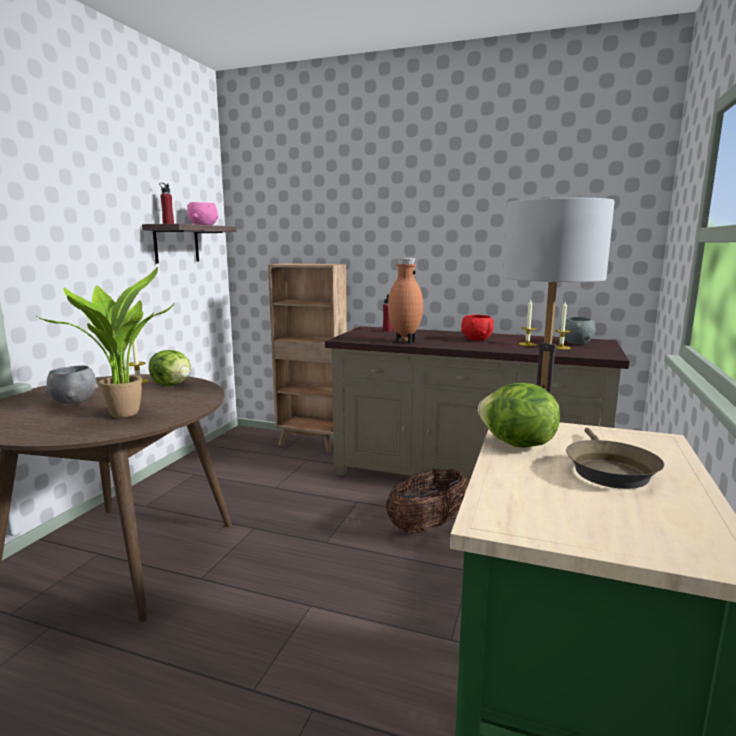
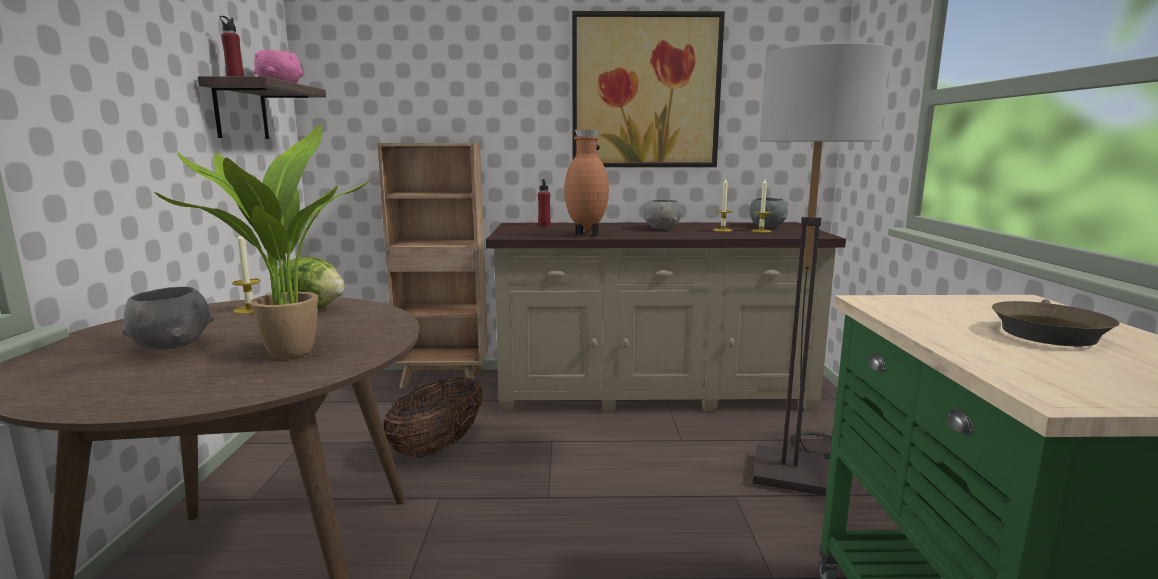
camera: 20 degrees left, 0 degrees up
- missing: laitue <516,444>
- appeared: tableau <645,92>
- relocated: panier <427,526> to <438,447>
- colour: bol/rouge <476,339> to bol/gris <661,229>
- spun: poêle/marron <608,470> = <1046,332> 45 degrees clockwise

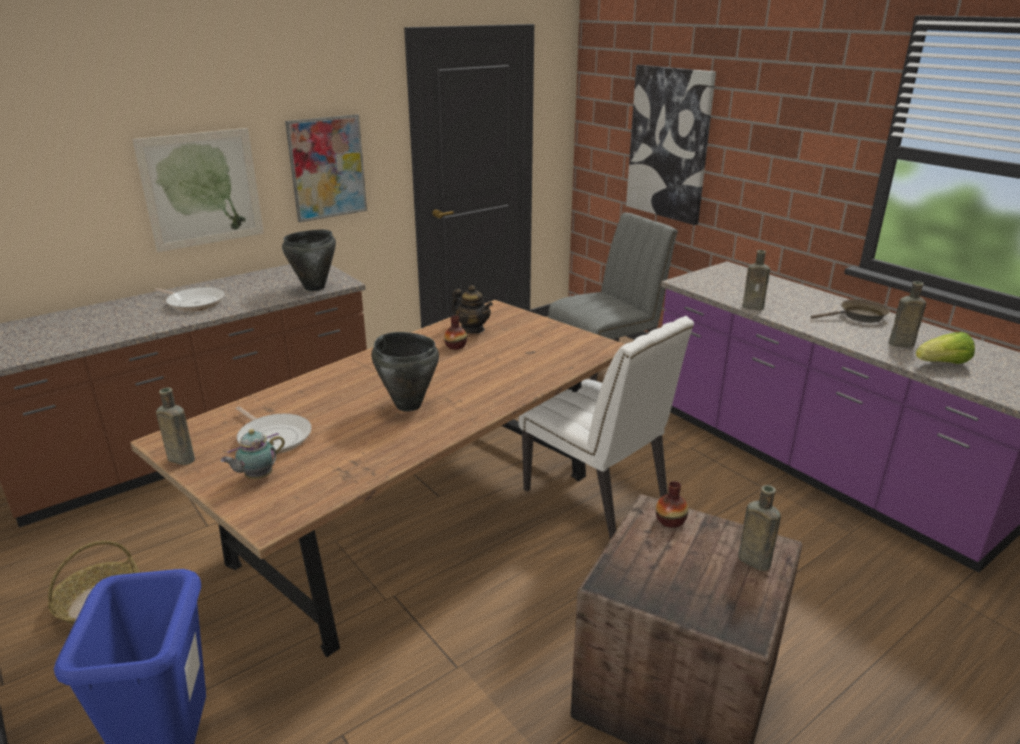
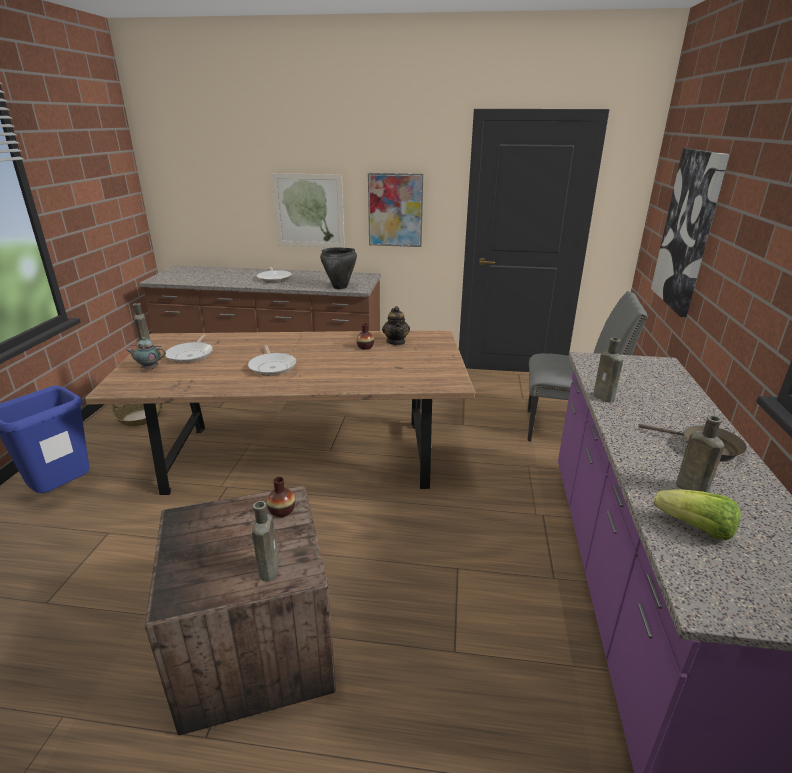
camera: 45 degrees right, 0 degrees up
- missing: chaise/blanc <594,495>
- exchanged: marmite/noir <408,405> to poêle <272,366>

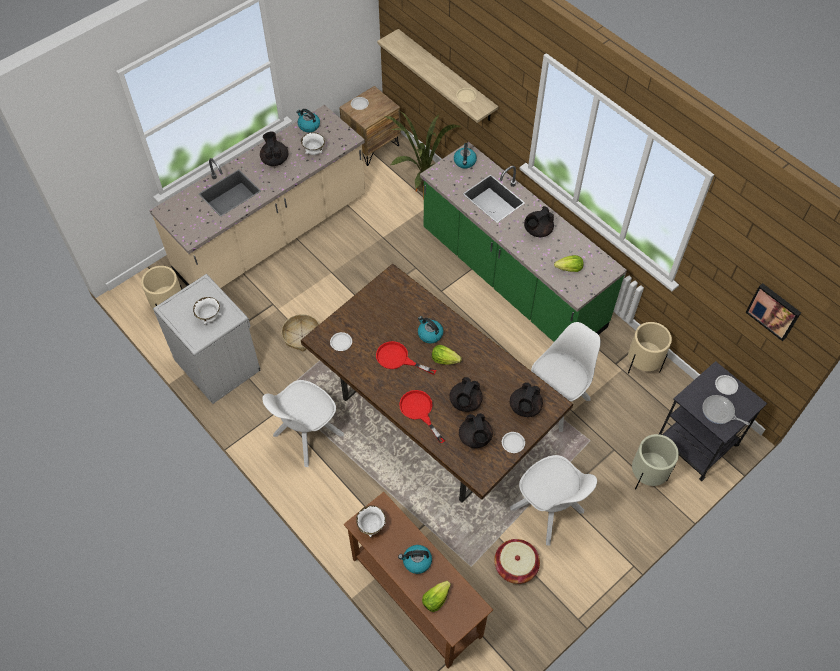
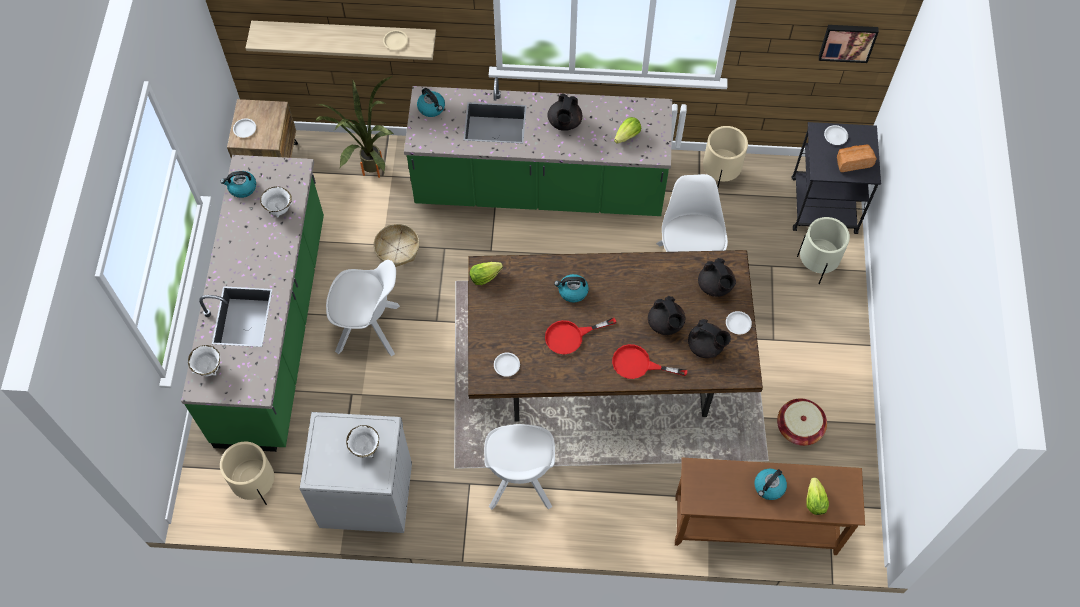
camera: 45 degrees left, 5 degrees up
- missing: théière/noir <275,160>
- relocated: panier <301,336> to <397,249>
- relocated: bol/blanc <371,527> to <209,369>
- relocated: laitue <444,359> to <484,276>
- relocated: chaise/blanc <548,511> to <369,329>
- exchanged: poêle <719,412> to pain <853,162>
- colour: comptoir de cuisine/beige <272,235> to comptoir de cuisine/vert <274,330>

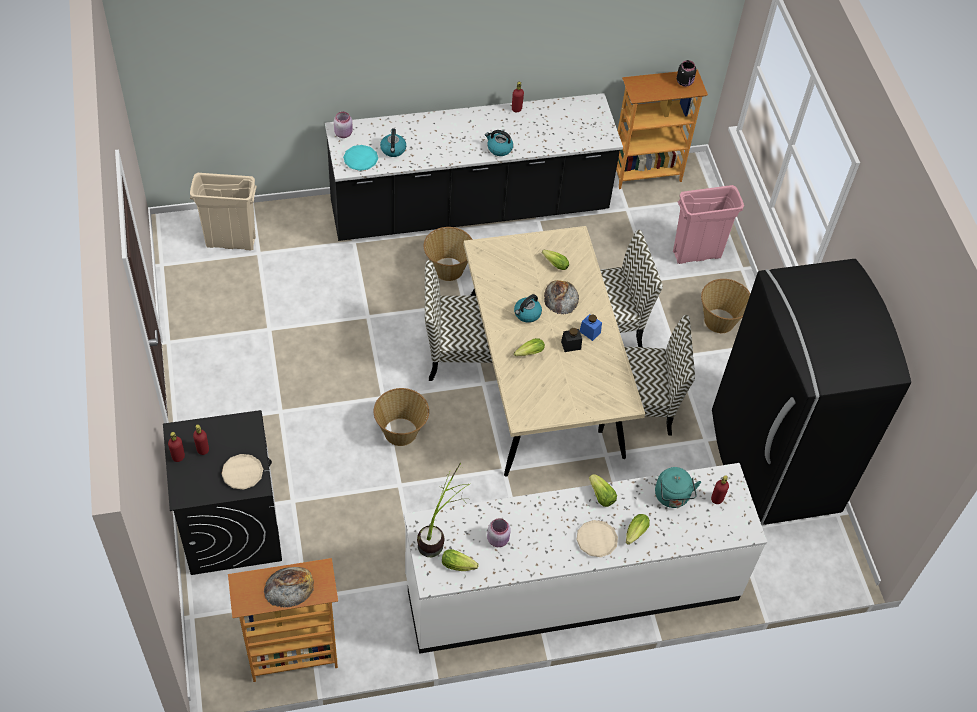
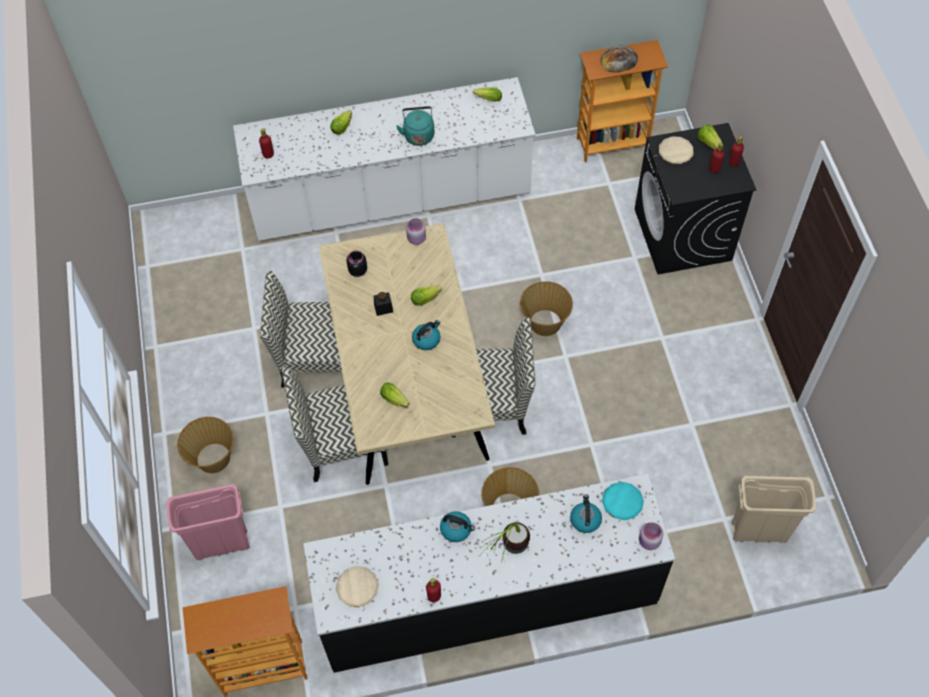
camera: 175 degrees left, 5 degrees up
- missing: pain <561,297>
- missing: bocal/bleu <590,332>
- missing: réfrigérateur/noir <772,462>
- relocated: plante en pot <440,534> to <507,554>
- relocated: bocal/rose <498,539> to <416,239>
- relocated: assiette/beige <596,540> to <357,588>
- relocated: laitue <601,496> to <709,143>
- relocated: bouilloire/turquoise <672,497> to <418,134>
- relocated: bocal/noir <685,82> to <357,271>

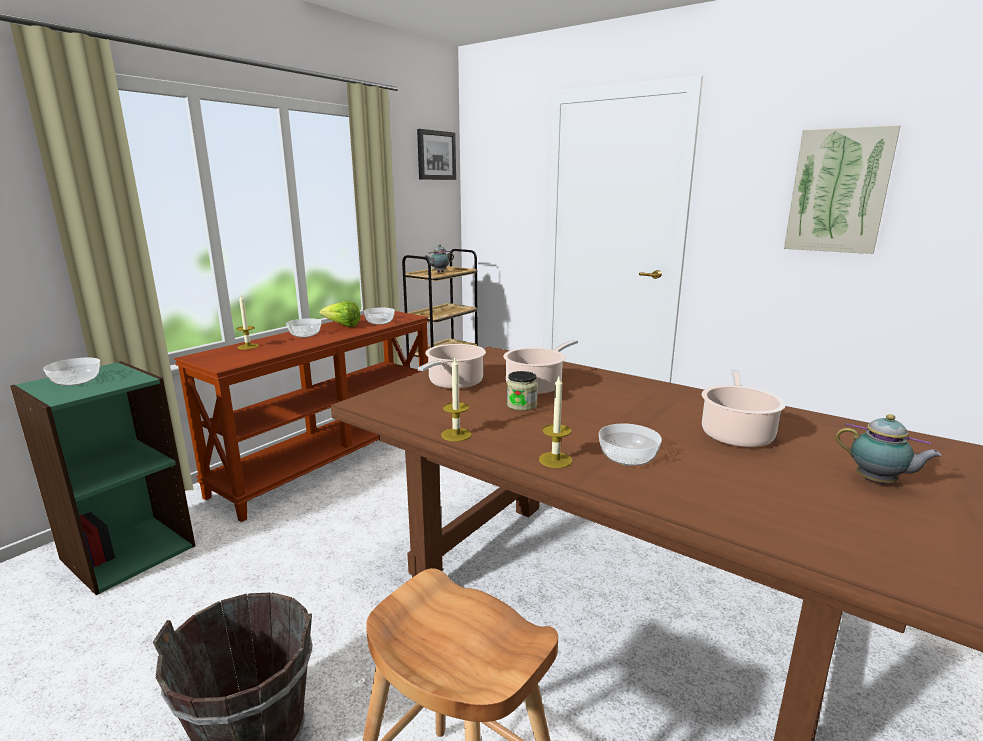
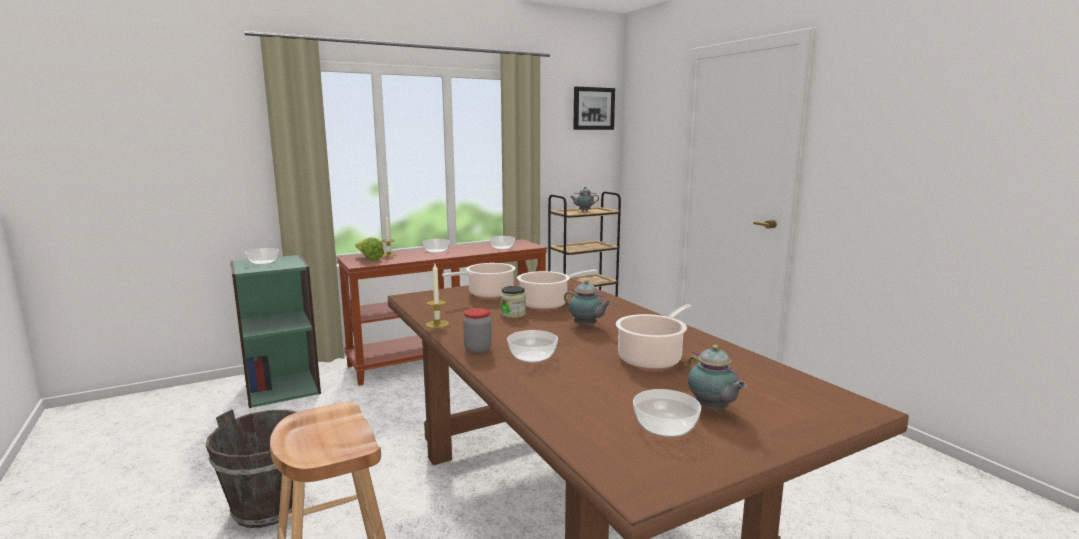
camera: 25 degrees right, 5 degrees down
- missing: tableau <838,191>
- appeared: théière <586,326>
- appeared: bol <664,427>
- relocated: laitue <342,326> to <369,259>
- exchanged: bougie <555,460> to bocal <478,349>

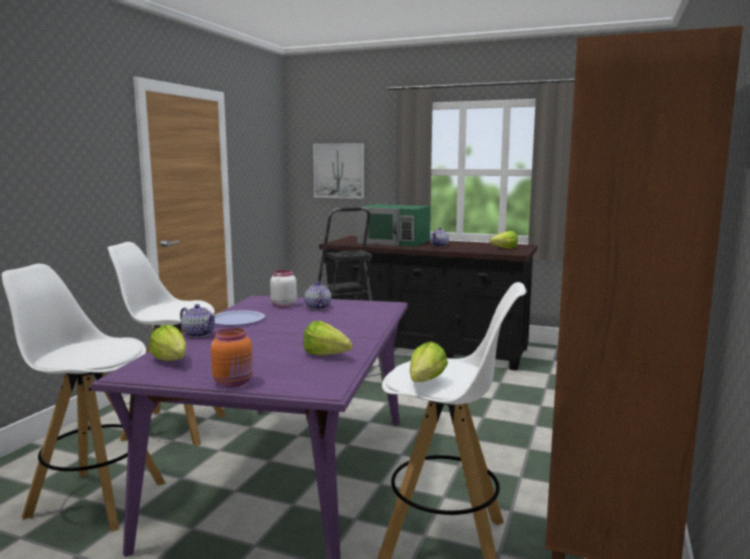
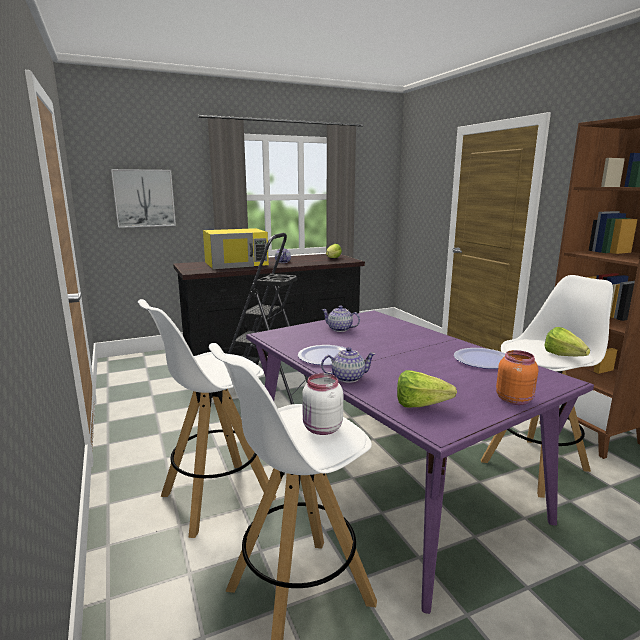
camera: 45 degrees left, 5 degrees up
- relocated: bocal/blanc <283,305> to <321,429>
- exchanged: laitue <329,356> to assiette <483,360>
- colour: micro-ondes/vert <394,241> to micro-ondes/jaune <236,263>

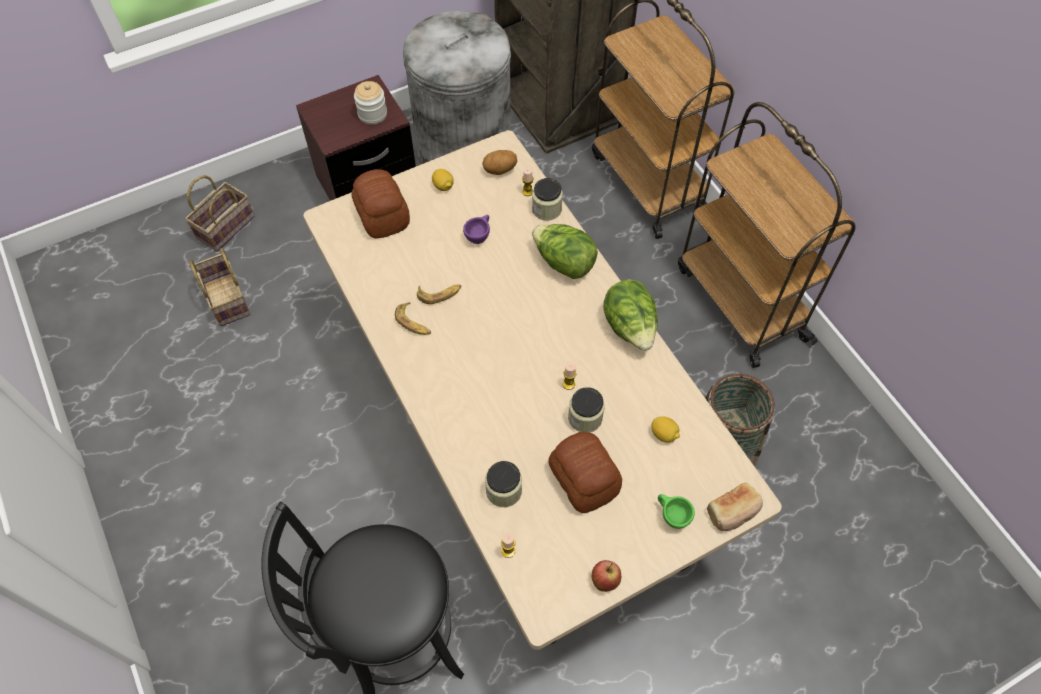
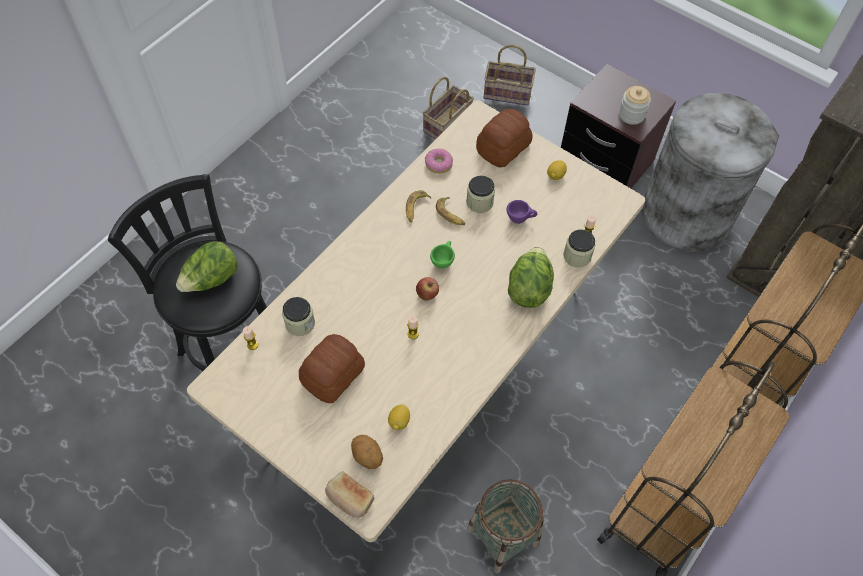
camera: 65 degrees right, 0 degrees up
- appeared: beignet <438,164>
- relocated: pomme de terre <500,170> to <367,456>
- relocated: bocal <585,417> to <479,202>
- relocated: pomme <605,580> to <427,295>
- relocated: laitue <630,327> to <212,279>
- relocated: tasse/vert <671,516> to <443,261>

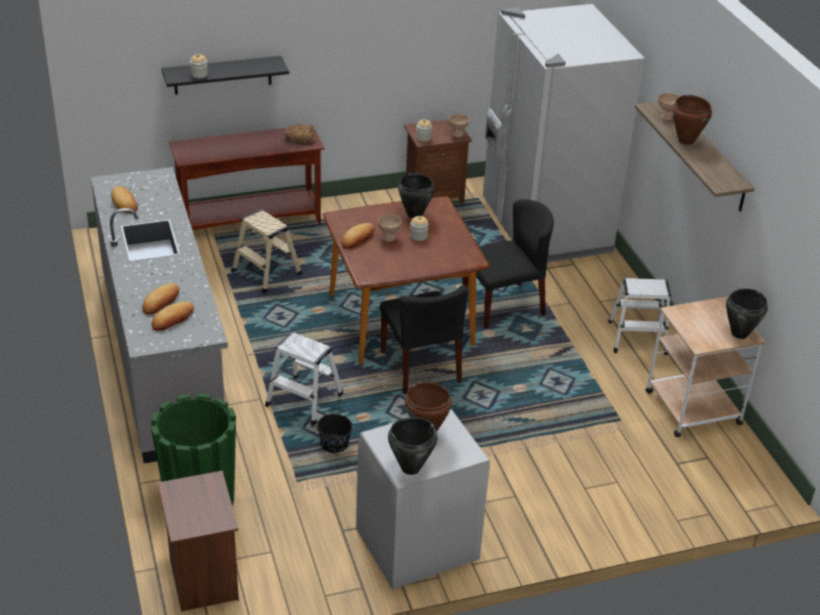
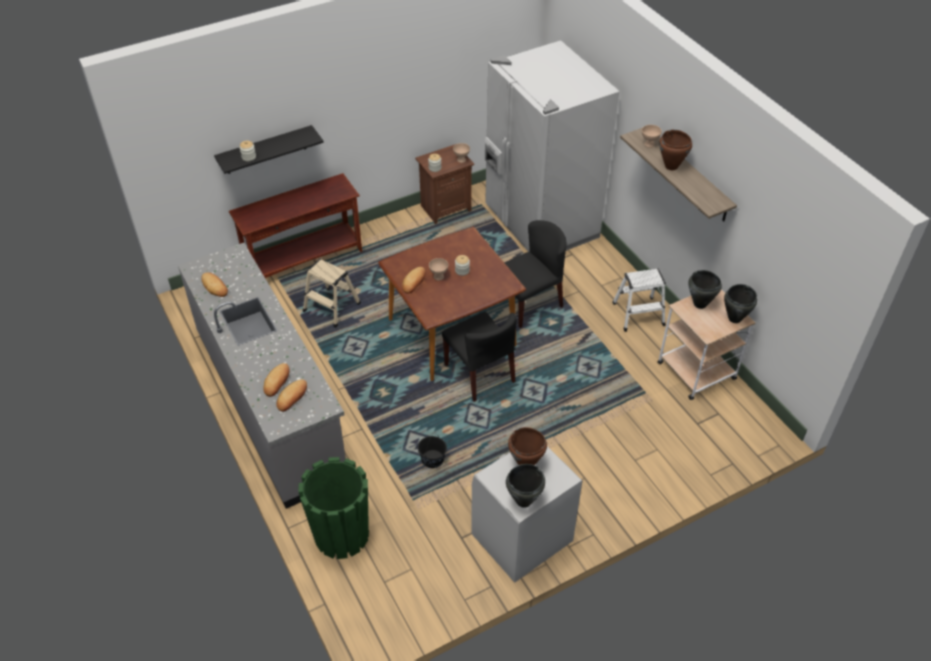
camera: 10 degrees left, 10 degrees up
- missing: table de chevet/marron <202,579>
- missing: escabeau/blanc <304,399>
- missing: pain <300,138>
- relocated: marmite/noir <414,215> to <700,304>

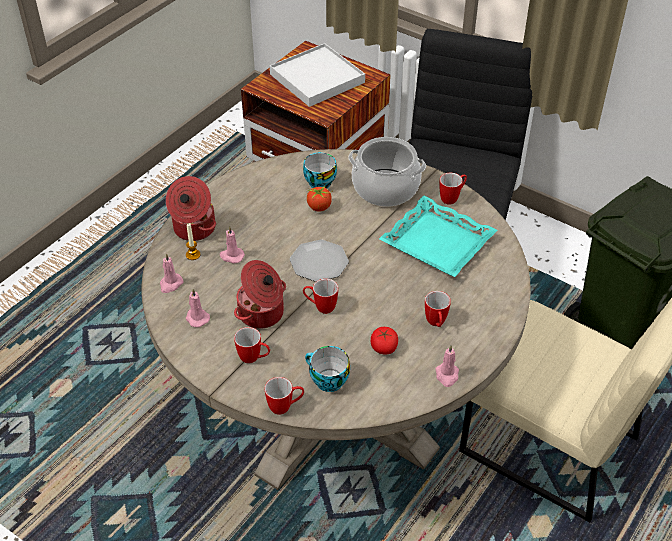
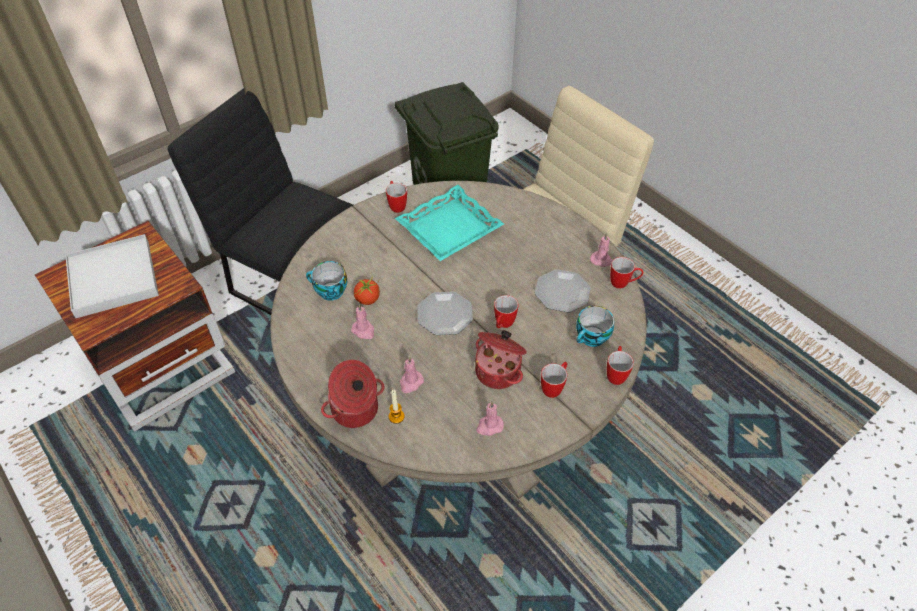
camera: 75 degrees left, 5 degrees up
- missing: marmite <386,188>
- relocated: bougie/rose <170,284> to <364,331>
- relocated: mug <436,324> to <623,283>
- exchanged: tomate <384,347> to assiette <562,292>

